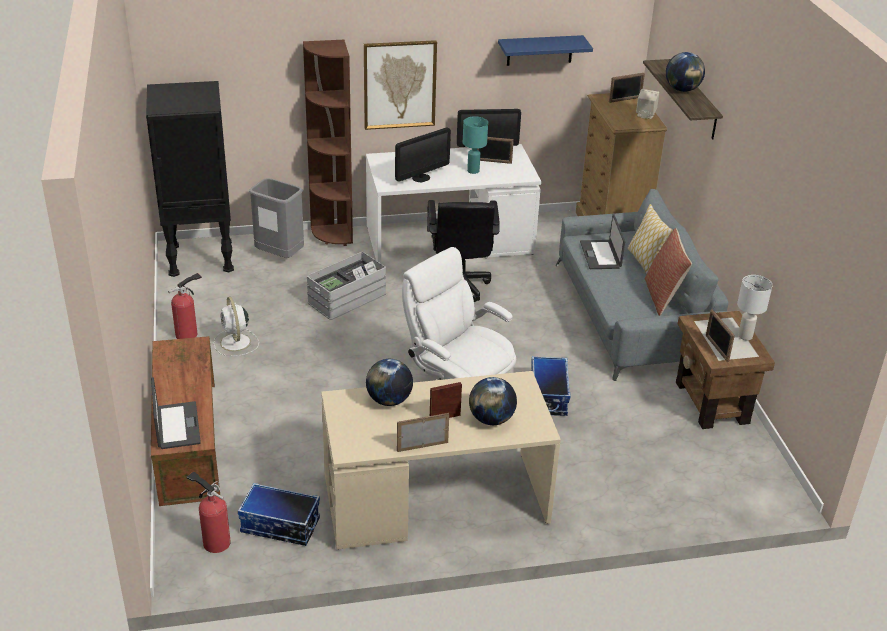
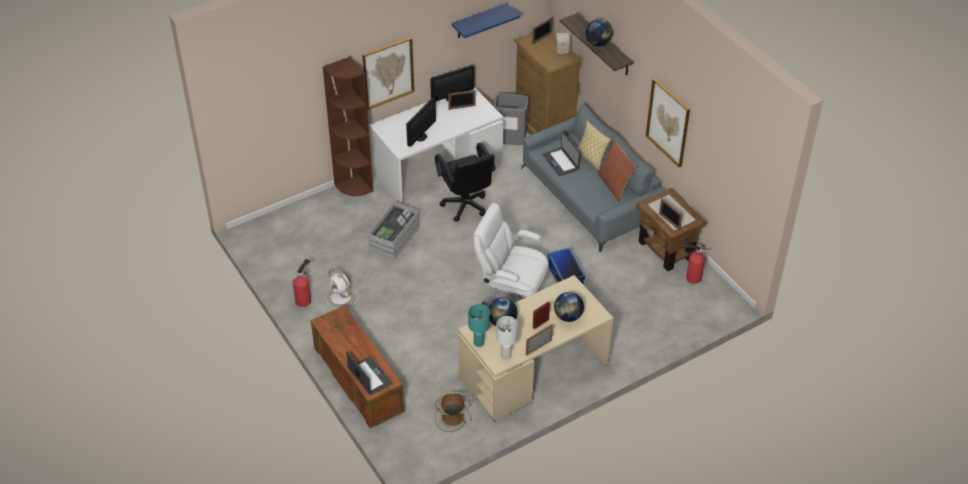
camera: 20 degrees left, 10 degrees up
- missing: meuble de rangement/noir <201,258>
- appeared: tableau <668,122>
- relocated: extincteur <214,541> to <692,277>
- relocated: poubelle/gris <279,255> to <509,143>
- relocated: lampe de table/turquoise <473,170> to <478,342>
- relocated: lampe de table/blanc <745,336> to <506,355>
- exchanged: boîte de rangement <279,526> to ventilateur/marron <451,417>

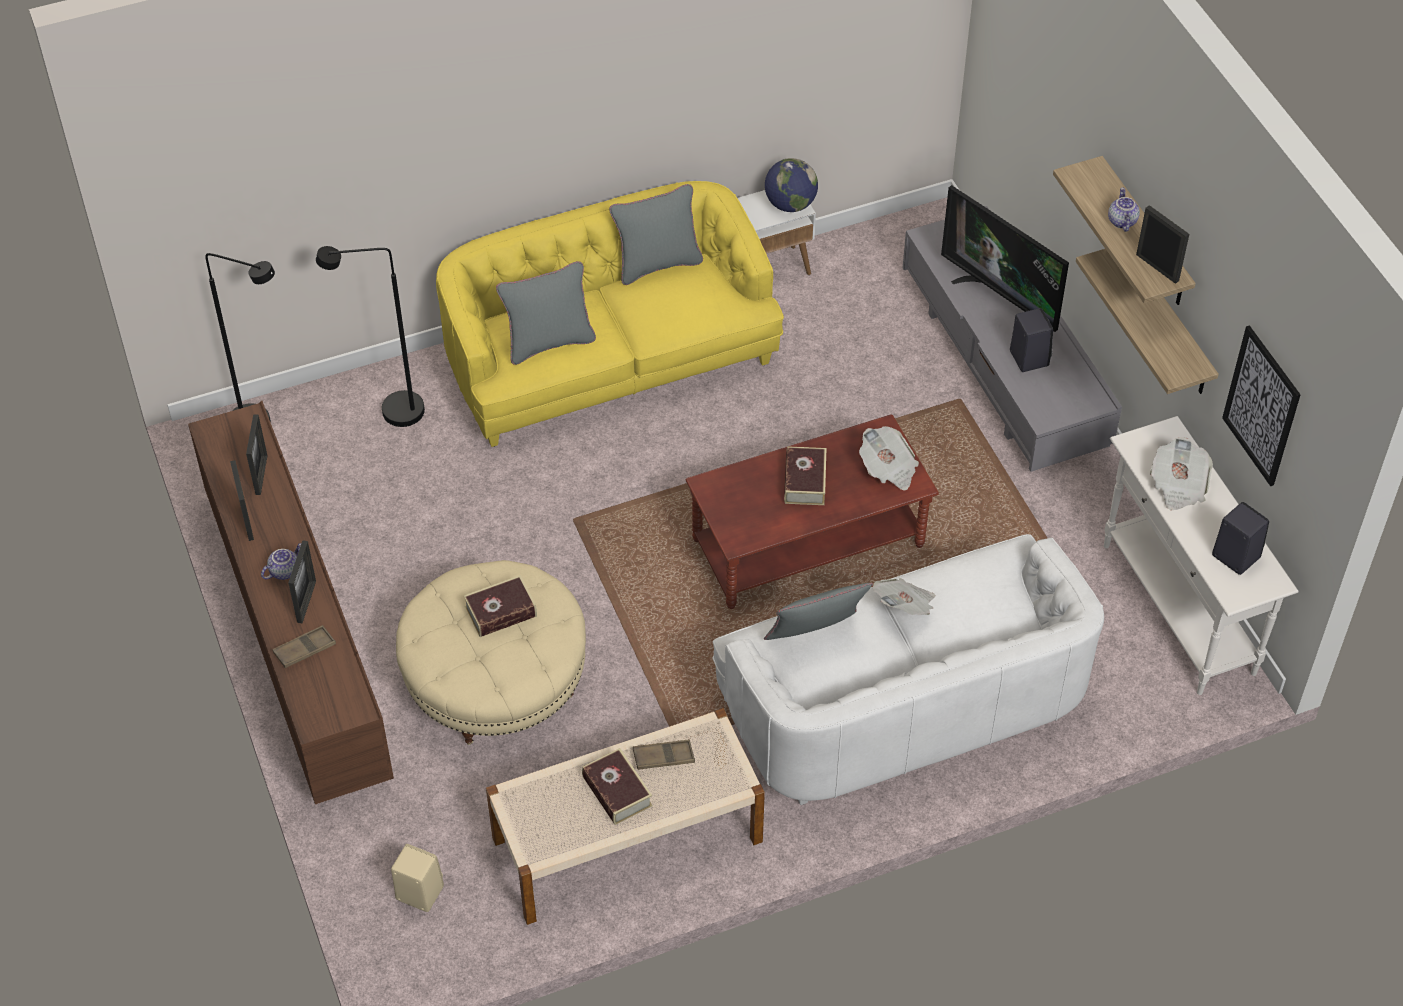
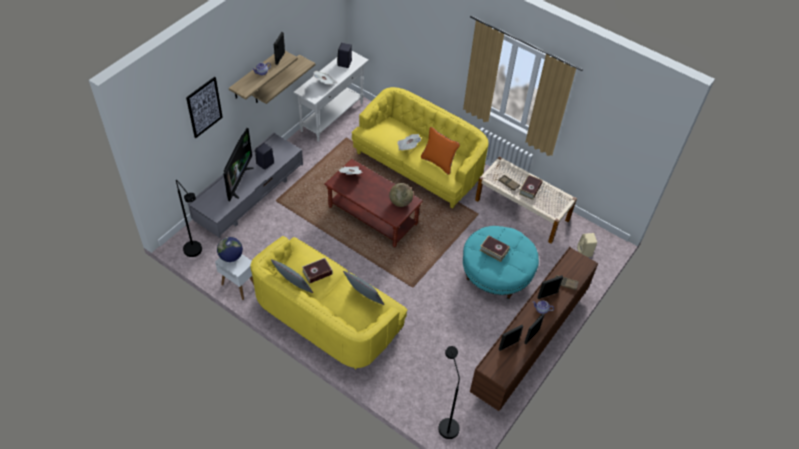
camera: 125 degrees left, 0 degrees up
- appeared: globe <400,202>
- relocated: lampadaire/noir <391,413> to <196,252>
- relocated: livre <805,481> to <317,273>
- relocated: tableau <1261,406> to <204,107>
- colour: pouf/beige <496,681> to pouf/turquoise <496,273>
- colour: canapé/blanc <904,703> to canapé/jaune <418,166>
- colour: coussin/gris <815,639> to coussin/orange <438,162>

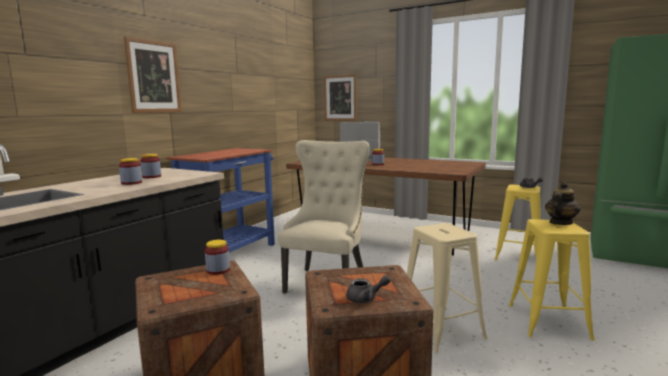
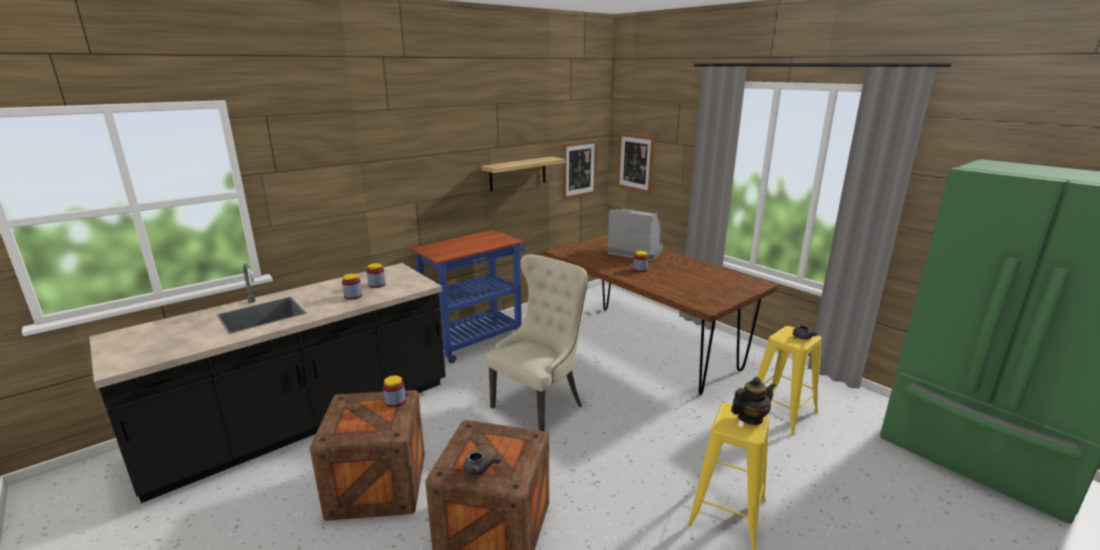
camera: 20 degrees right, 10 degrees up
- missing: tabouret/beige <440,328>
- appeared: étagère <518,174>
- relocated: tableau <154,77> to <579,169>

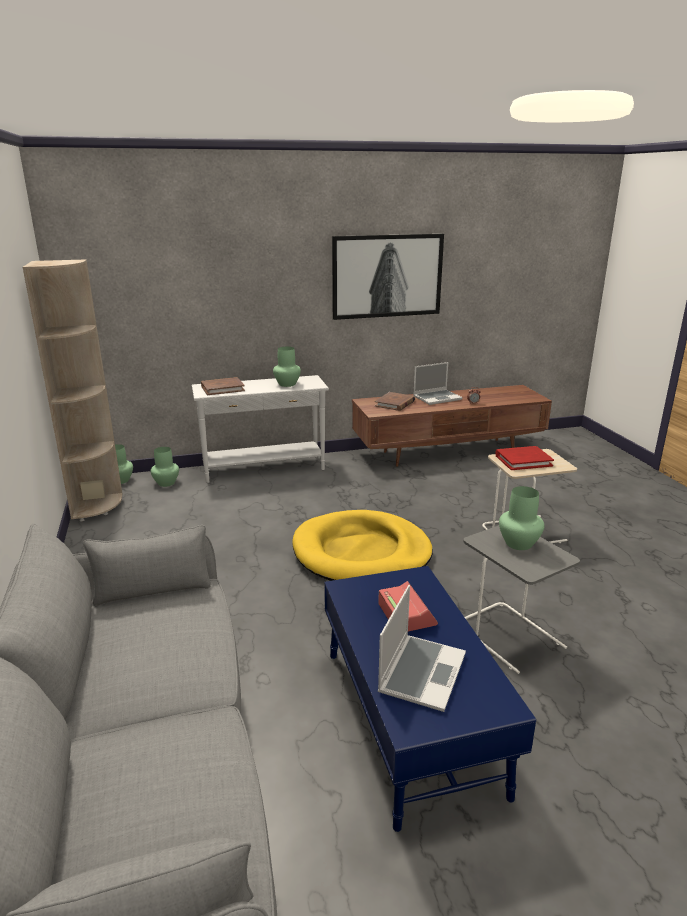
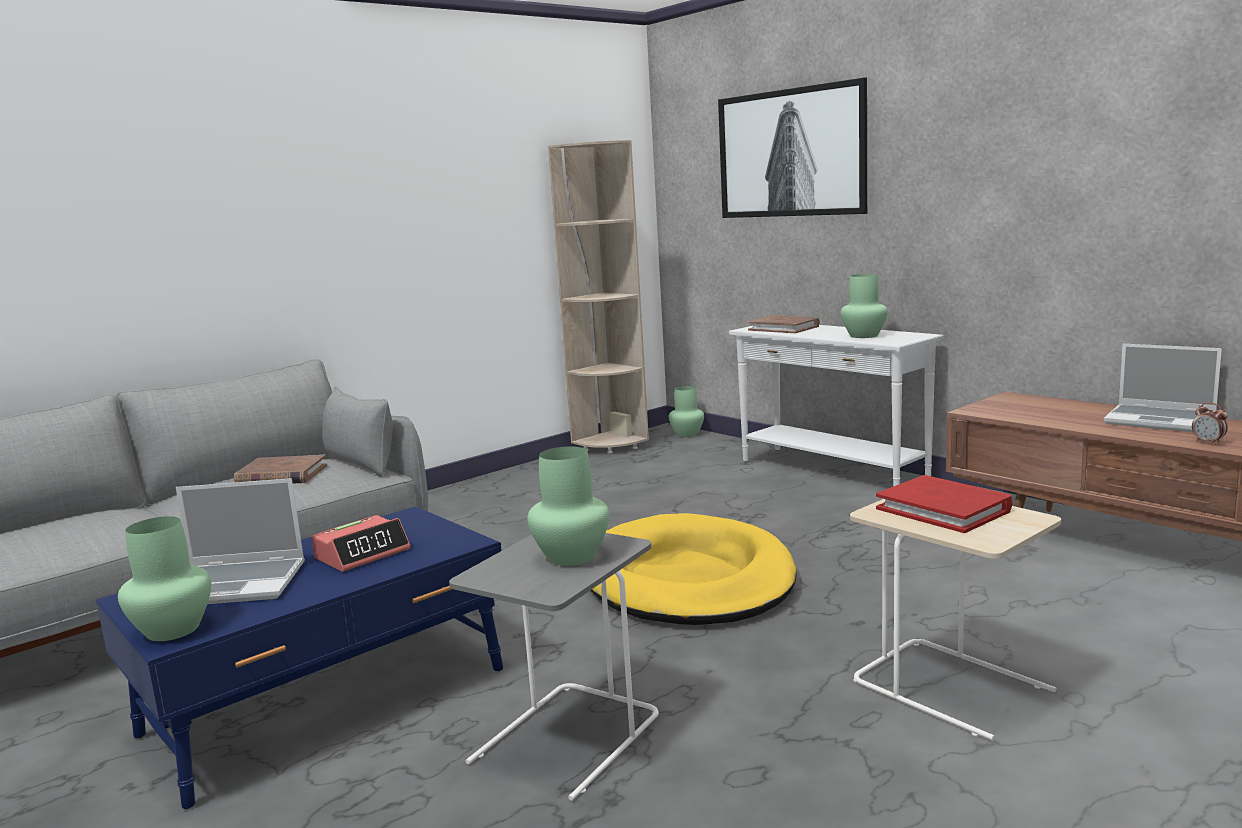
camera: 65 degrees right, 10 degrees down
- relocated: vase/vert <166,483> to <172,630>
- relocated: tableau <387,276> to <791,153>
- relocated: livre/marron <395,403> to <281,475>

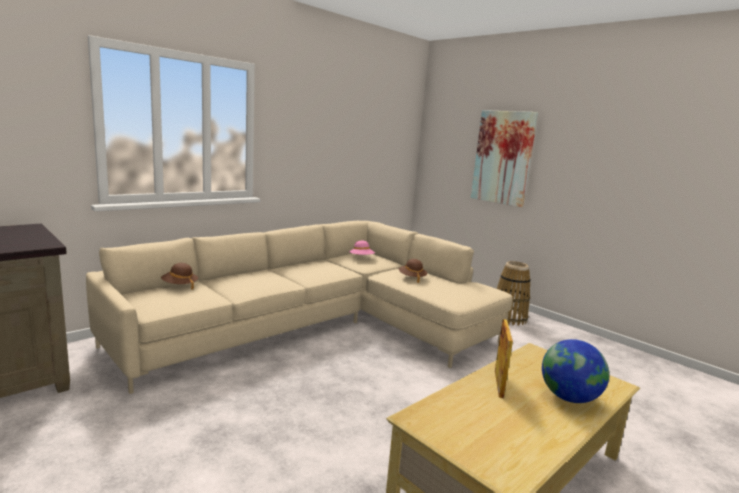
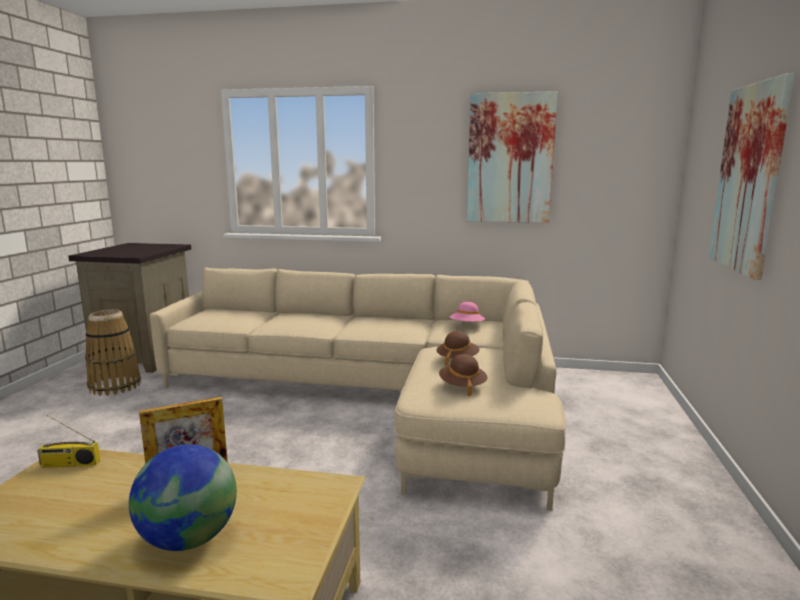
camera: 55 degrees right, 0 degrees up
- appeared: radio <69,464>
- appeared: tableau <510,159>
- relocated: chapeau/marron <180,286> to <462,386>
- relocated: panier <509,318> to <115,386>

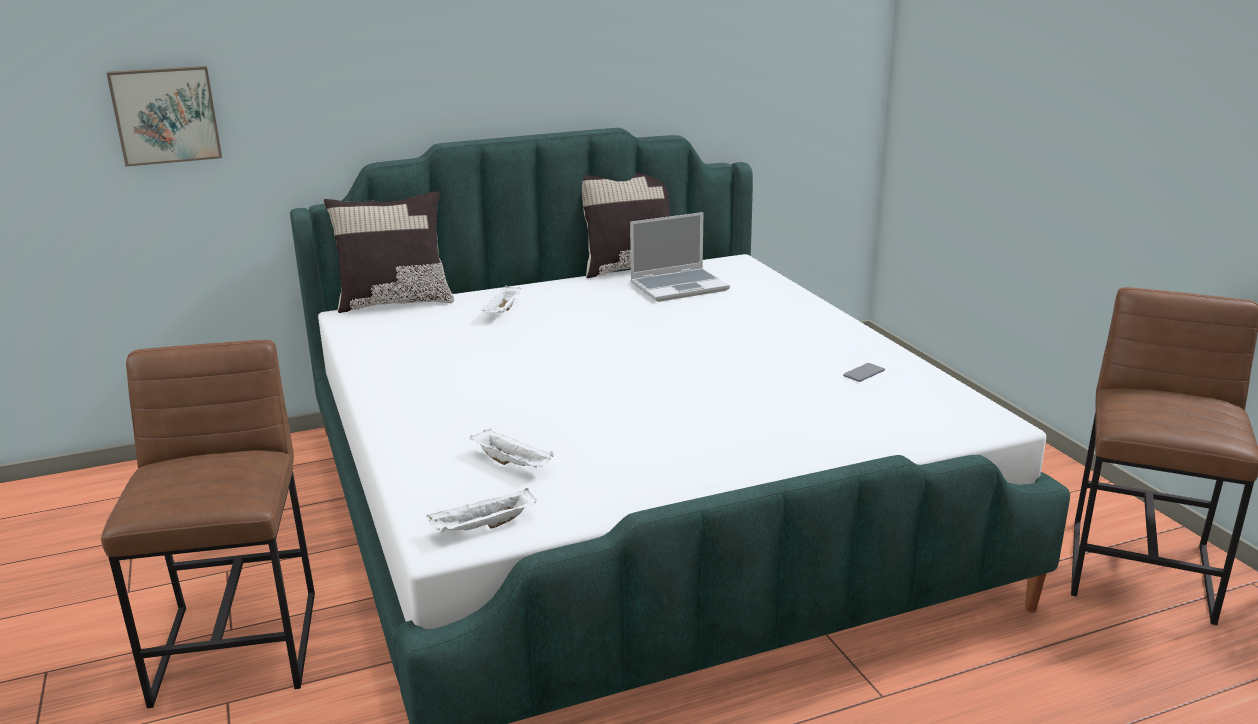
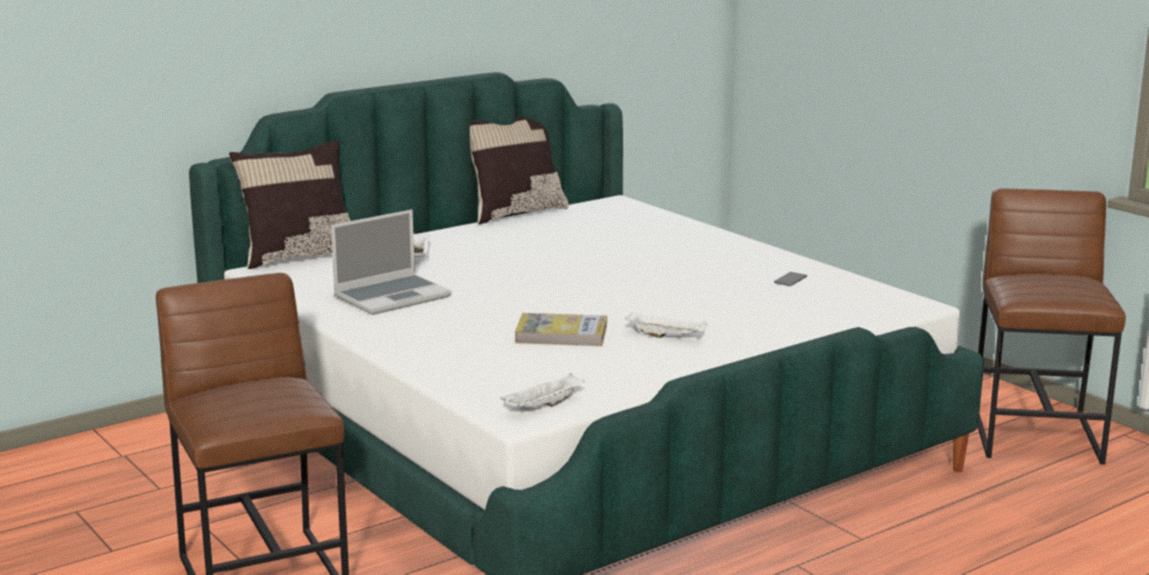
camera: 15 degrees left, 5 degrees down
- missing: tableau <166,115>
- appeared: livre <561,334>
- relocated: plateau/blanc <513,463> to <667,336>
- relocated: ordinateur portable <679,286> to <393,296>

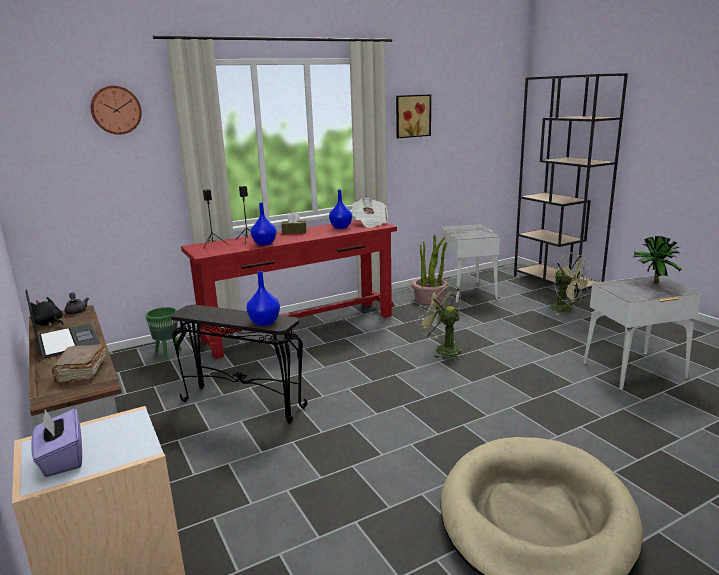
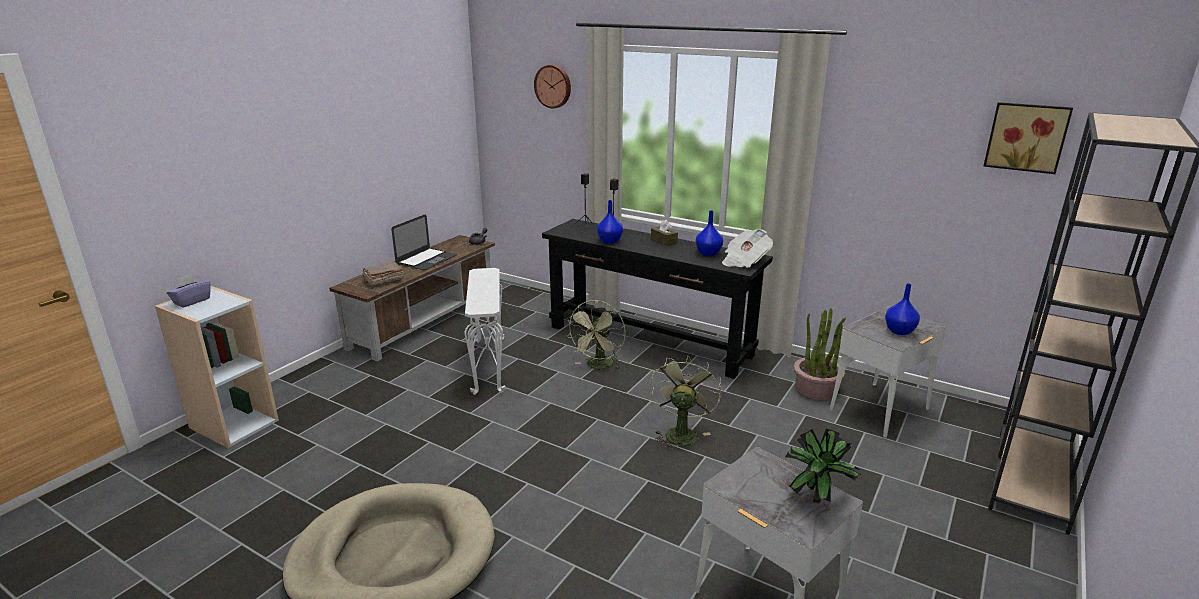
camera: 60 degrees right, 5 degrees up
- missing: peluche/noir <49,323>
- missing: cache-pot/vert <167,354>
- relocated: vase/bleu <264,323> to <899,331>
- relocated: tableau <412,116> to <1026,137>
- relocated: ventilateur/vert <566,309> to <598,366>
- colour: table d'appoint/noir <243,404> to table d'appoint/blanc <489,365>
- colour: table console/rouge <300,328> to table console/noir <649,341>

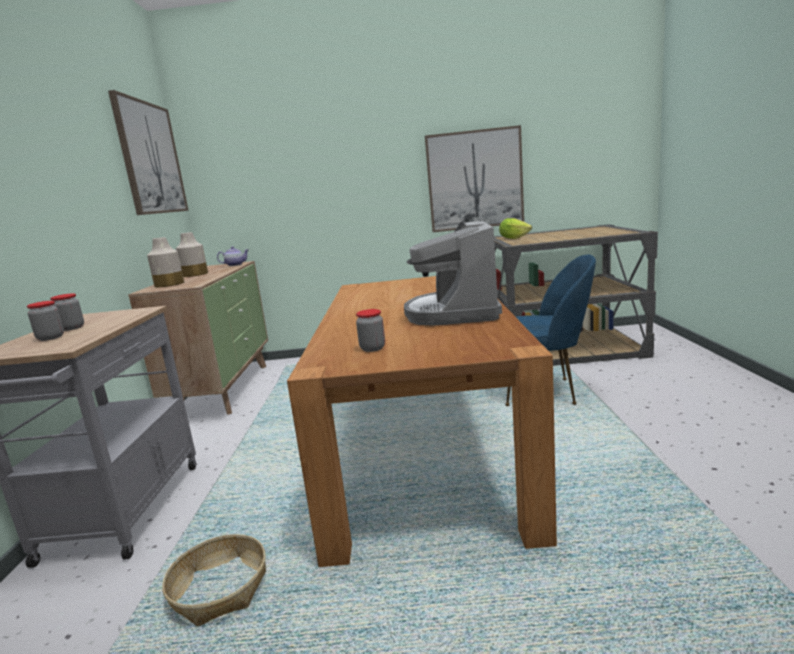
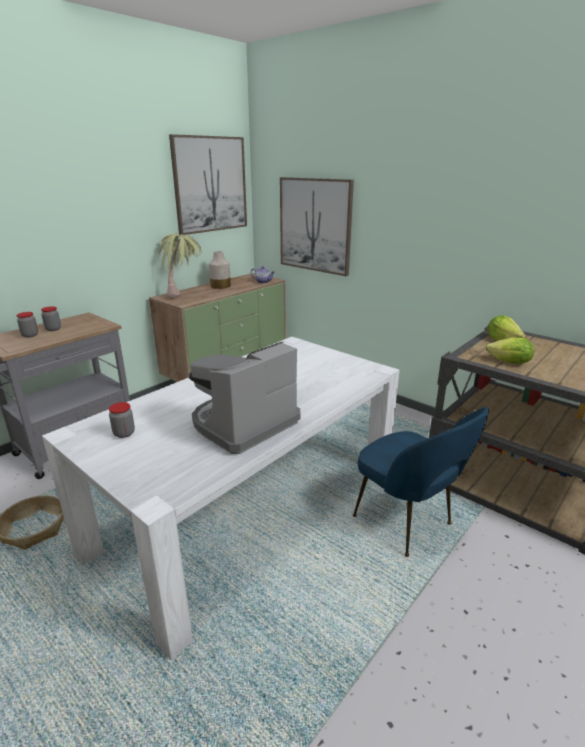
camera: 40 degrees right, 10 degrees up
- appeared: laitue <509,363>
- relocated: tableau <475,180> to <315,225>
- exchanged: vase/beige <169,284> to plante en pot <183,294>
- colour: table à manger/marron <423,442> to table à manger/blanc <250,506>

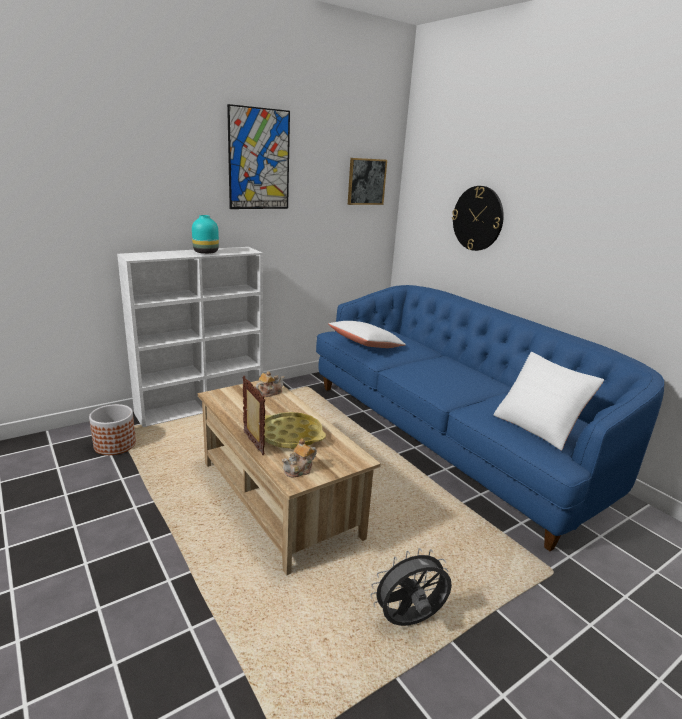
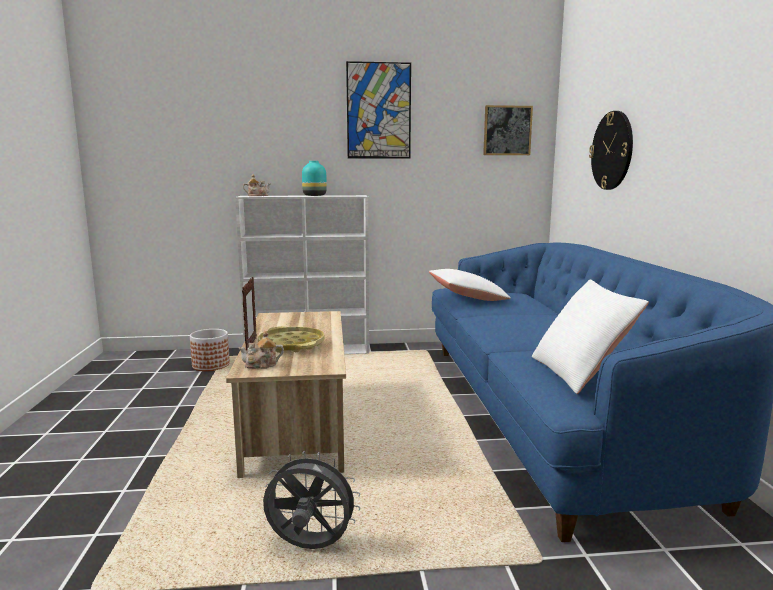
camera: 30 degrees right, 10 degrees down
- relocated: théière <270,392> to <257,196>

